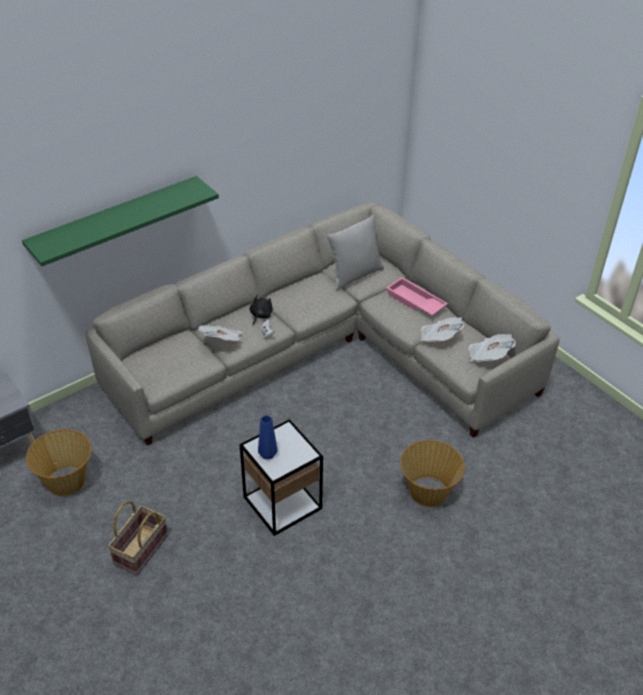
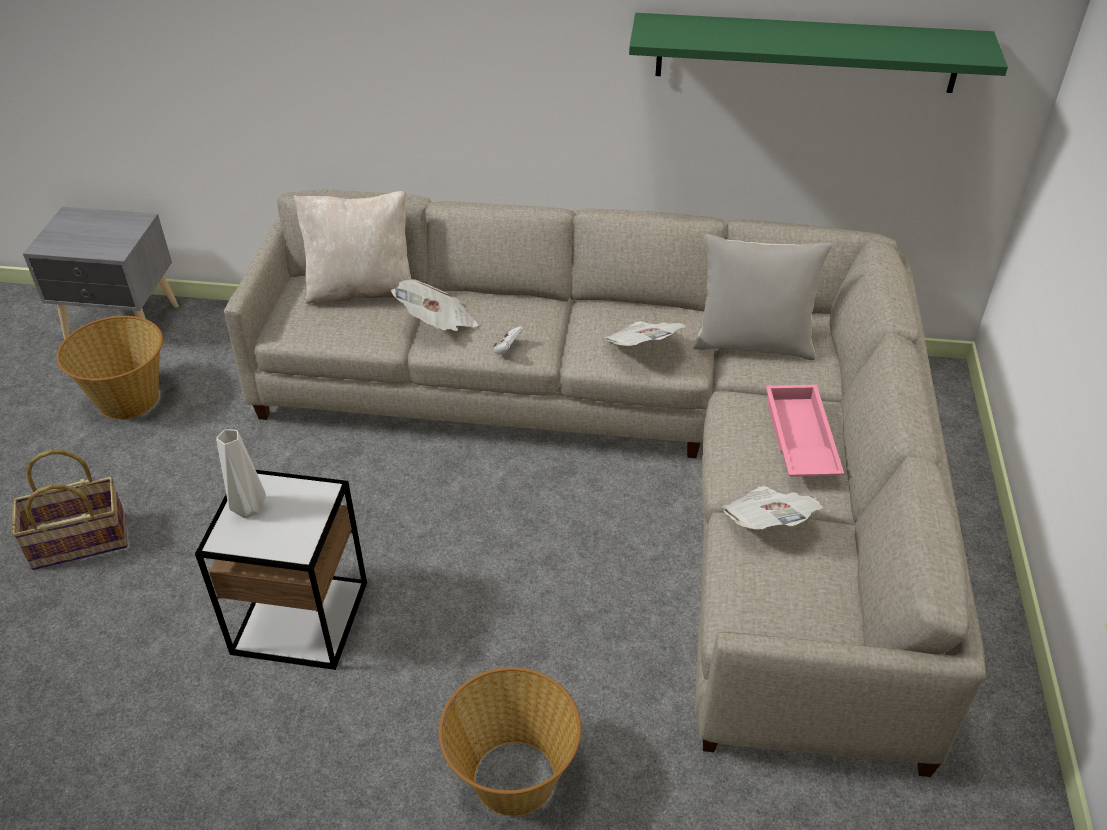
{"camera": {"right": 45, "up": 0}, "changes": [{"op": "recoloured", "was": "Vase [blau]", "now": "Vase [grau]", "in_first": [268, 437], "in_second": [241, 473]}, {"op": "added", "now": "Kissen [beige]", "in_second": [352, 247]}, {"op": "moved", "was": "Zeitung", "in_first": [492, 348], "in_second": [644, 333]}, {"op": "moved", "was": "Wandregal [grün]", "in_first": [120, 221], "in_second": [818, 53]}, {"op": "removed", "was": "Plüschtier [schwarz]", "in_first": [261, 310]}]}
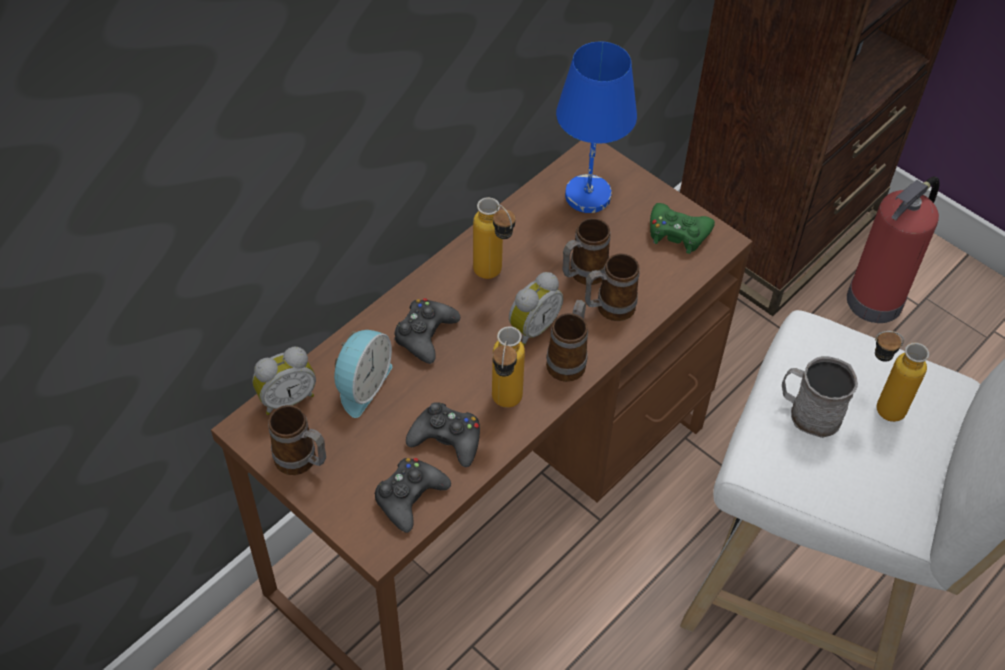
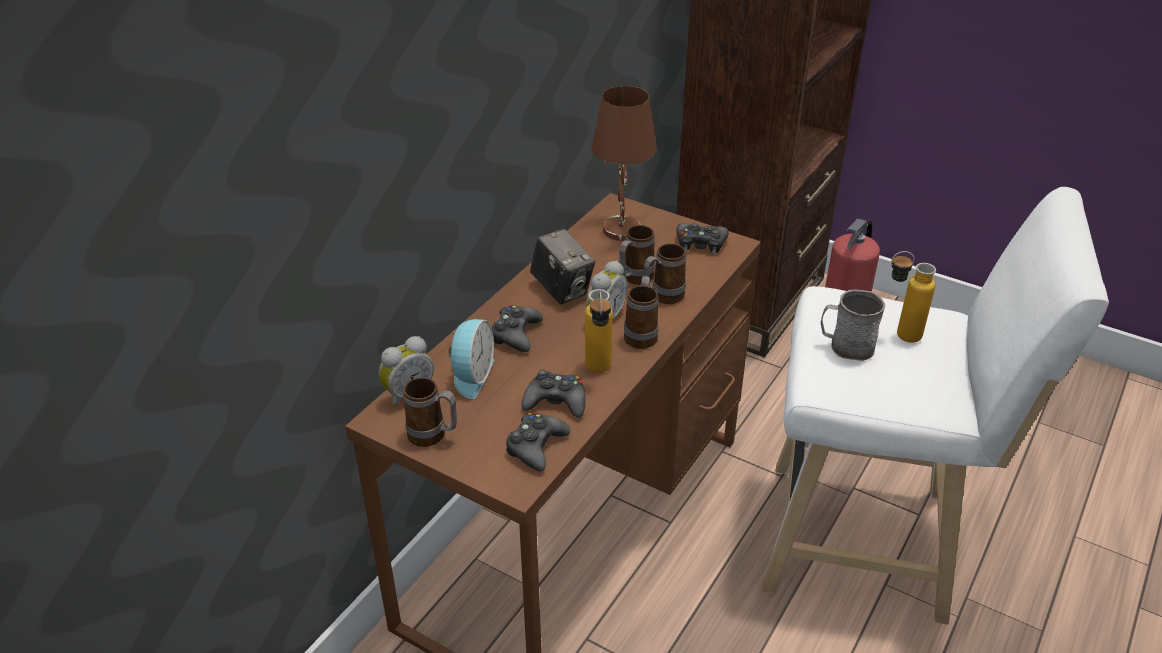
{"camera": {"right": -10, "up": -15}, "changes": [{"op": "replaced", "was": "Flasche", "now": "Kamera", "in_first": [494, 238], "in_second": [562, 266]}, {"op": "recoloured", "was": "Tischlampe [blau]", "now": "Tischlampe [braun]", "in_first": [596, 127], "in_second": [624, 163]}, {"op": "recoloured", "was": "Gamepad [grün]", "now": "Gamepad [schwarz]", "in_first": [682, 228], "in_second": [702, 238]}]}
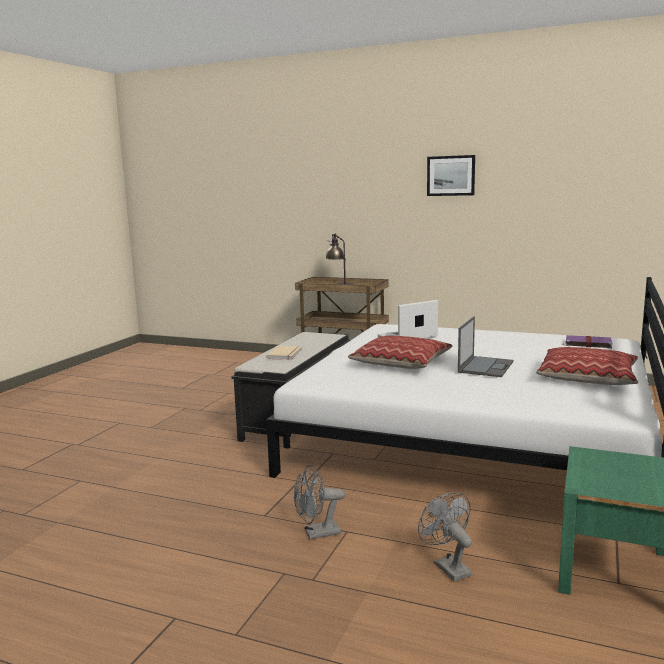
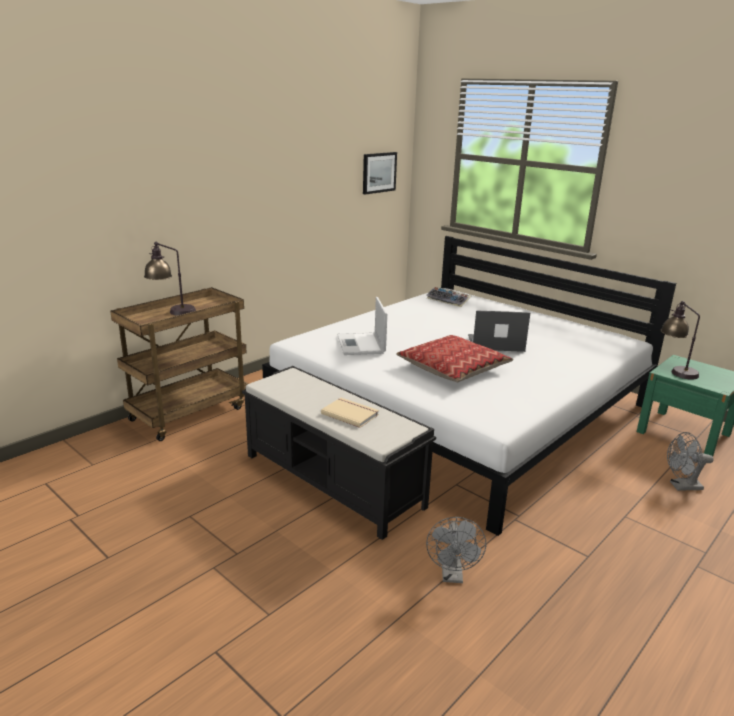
{"camera": {"right": -70, "up": 10}, "changes": [{"op": "moved", "was": "Bild", "in_first": [451, 175], "in_second": [380, 173]}, {"op": "replaced", "was": "Buch [lila]", "now": "Tastatur", "in_first": [587, 342], "in_second": [448, 297]}, {"op": "moved", "was": "Ventilator [grau]", "in_first": [319, 502], "in_second": [456, 550]}, {"op": "turned", "was": "Laptop", "in_first": [486, 346], "in_second": [499, 331], "clockwise": -45}, {"op": "added", "now": "Tischlampe", "in_second": [680, 340]}, {"op": "removed", "was": "Kissen", "in_first": [587, 366]}]}
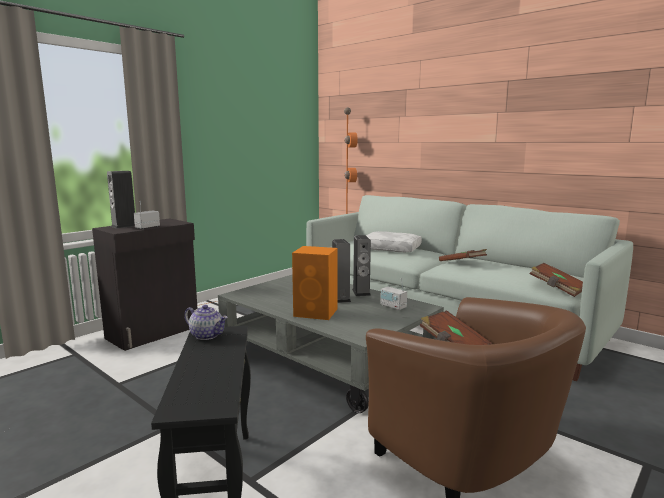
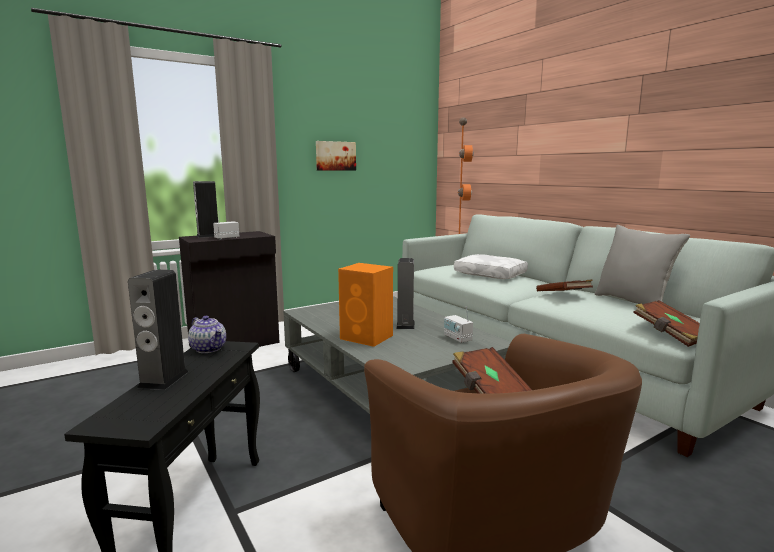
{"camera": {"right": 15, "up": 0}, "changes": [{"op": "moved", "was": "Lautsprecher", "in_first": [361, 265], "in_second": [158, 330]}, {"op": "added", "now": "Bild", "in_second": [336, 155]}, {"op": "added", "now": "Kissen [grau]", "in_second": [642, 264]}]}
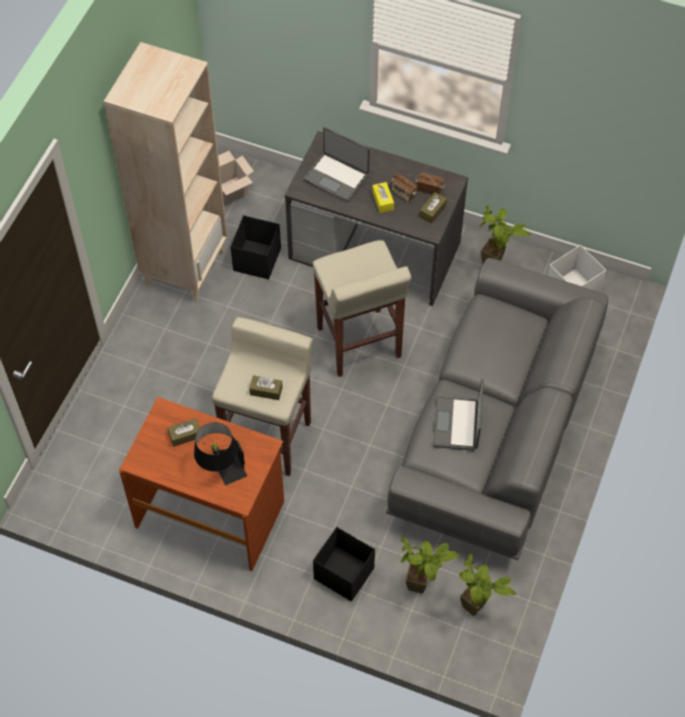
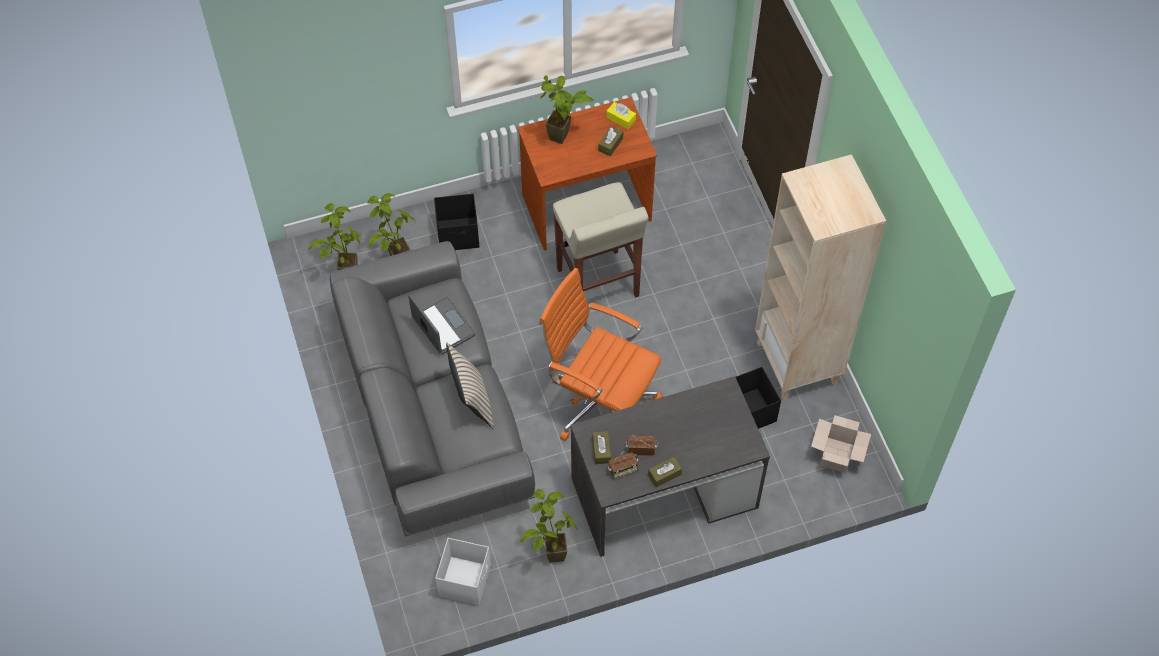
{"camera": {"right": 140, "up": 0}, "changes": [{"op": "added", "now": "Kissen [beige]", "in_second": [470, 385]}, {"op": "replaced", "was": "Hocker [beige]", "now": "Bürostuhl [orange]", "in_first": [362, 308], "in_second": [601, 354]}, {"op": "replaced", "was": "Tischlampe [schwarz]", "now": "Topfpflanze", "in_first": [220, 453], "in_second": [566, 109]}, {"op": "moved", "was": "Taschentuchbox [gelb]", "in_first": [383, 197], "in_second": [621, 115]}, {"op": "moved", "was": "Taschentuchbox [braun]", "in_first": [266, 387], "in_second": [665, 472]}, {"op": "removed", "was": "Laptop", "in_first": [336, 164]}]}
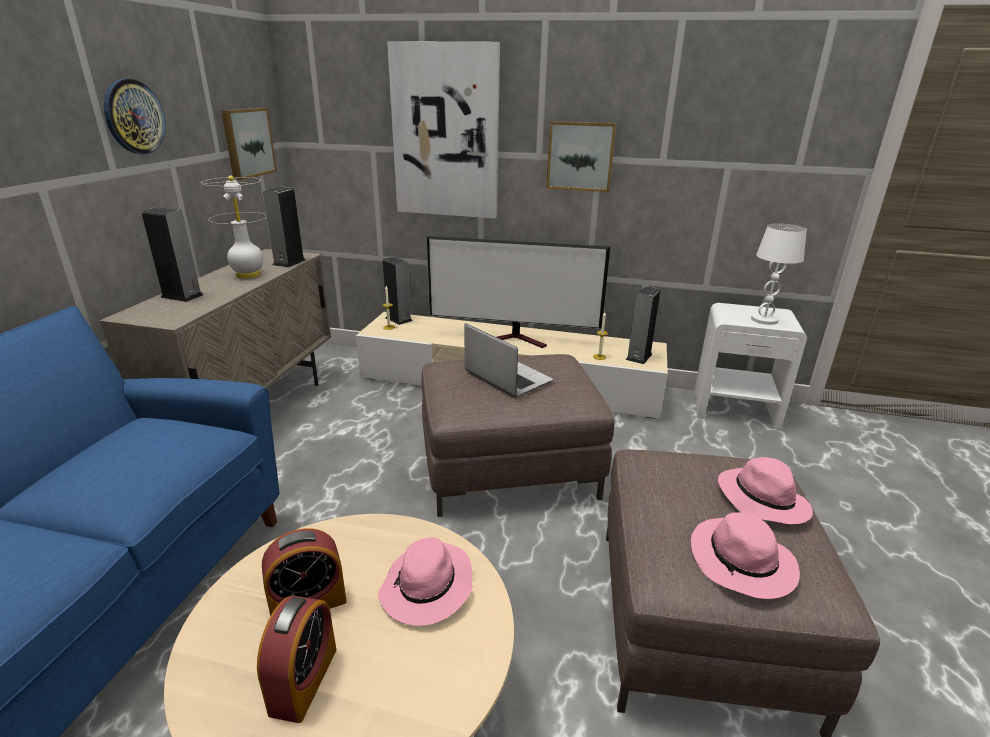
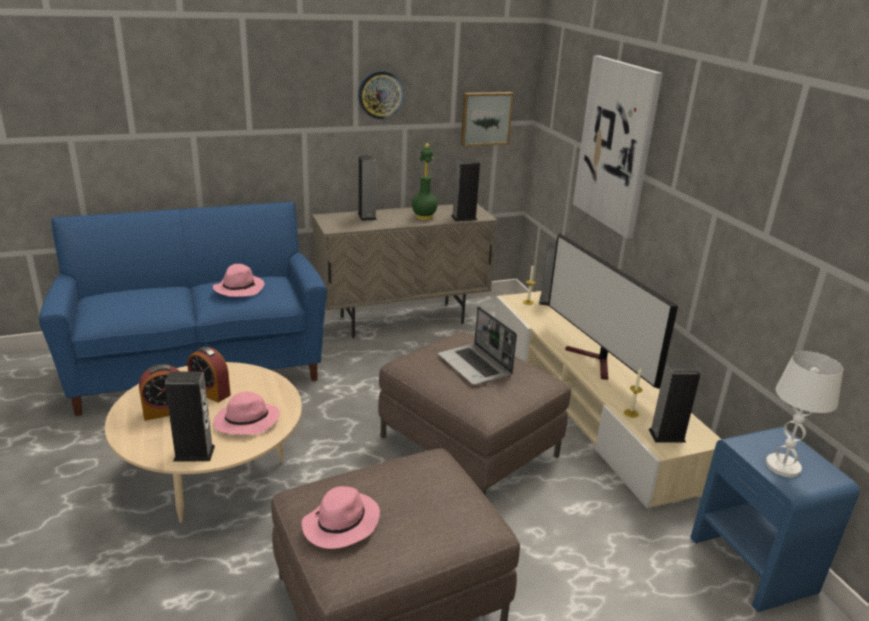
{"camera": {"right": 55, "up": 0}, "changes": [{"op": "added", "now": "Lautsprecher", "in_second": [190, 416]}, {"op": "moved", "was": "Hut [rosa]", "in_first": [765, 490], "in_second": [239, 280]}, {"op": "recoloured", "was": "Tischlampe [weiß]", "now": "Tischlampe [grün]", "in_first": [234, 226], "in_second": [426, 181]}, {"op": "turned", "was": "Laptop", "in_first": [509, 360], "in_second": [477, 345], "clockwise": 135}, {"op": "recoloured", "was": "Nachttisch [weiß]", "now": "Nachttisch [blau]", "in_first": [750, 366], "in_second": [775, 519]}, {"op": "removed", "was": "Bild", "in_first": [581, 156]}]}
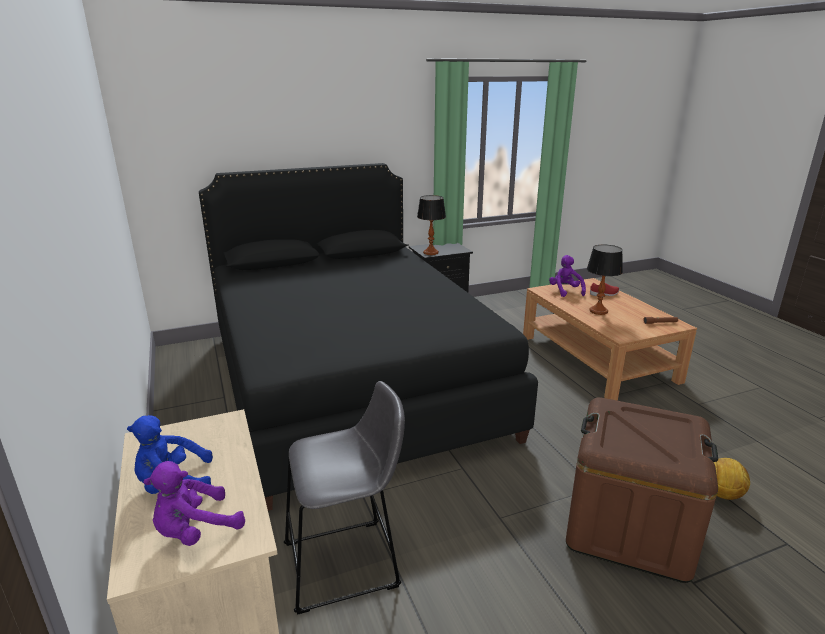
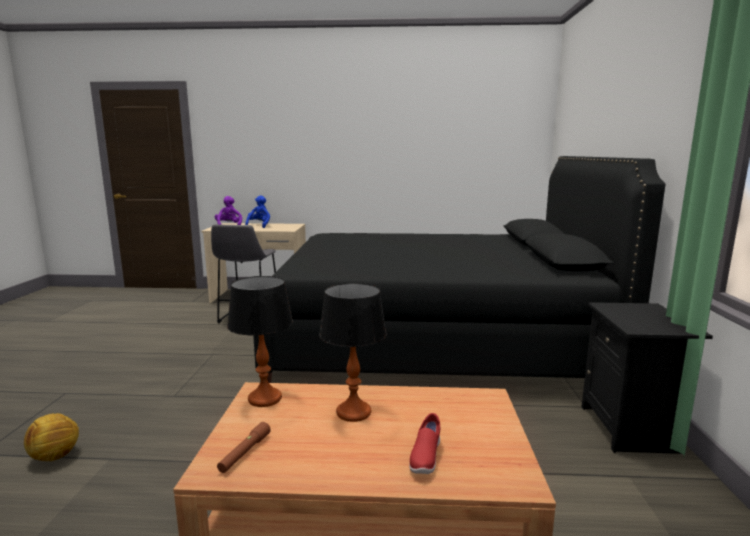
{"camera": {"right": 115, "up": -10}, "changes": [{"op": "moved", "was": "Tischlampe", "in_first": [431, 225], "in_second": [260, 341]}, {"op": "removed", "was": "Plüschtier [lila]", "in_first": [567, 276]}, {"op": "removed", "was": "Aufbewahrungsbox [braun]", "in_first": [642, 490]}]}
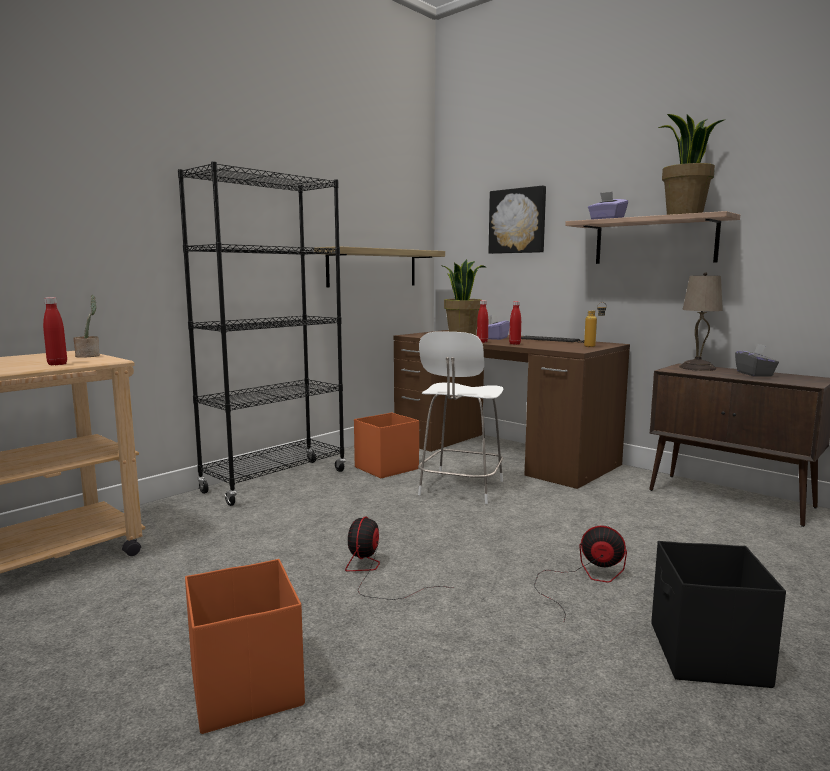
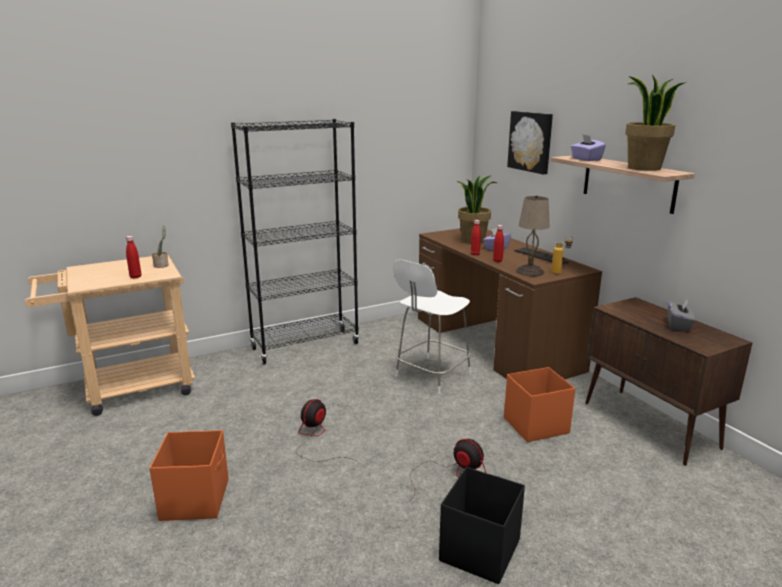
{"camera": {"right": 20, "up": 10}, "changes": [{"op": "moved", "was": "Aufbewahrungsbox [orange]", "in_first": [386, 445], "in_second": [539, 404]}, {"op": "moved", "was": "Tischlampe [beige]", "in_first": [701, 321], "in_second": [533, 235]}, {"op": "removed", "was": "Wandregal", "in_first": [379, 266]}]}
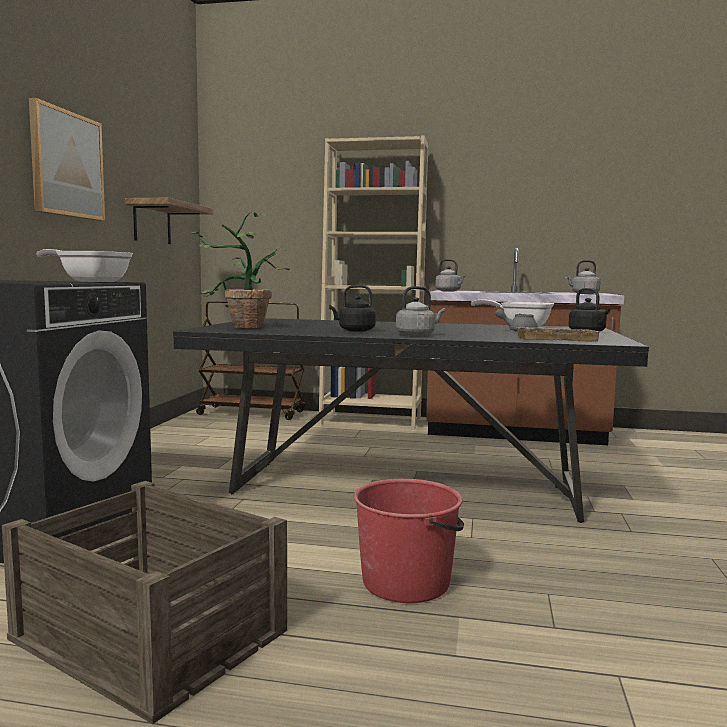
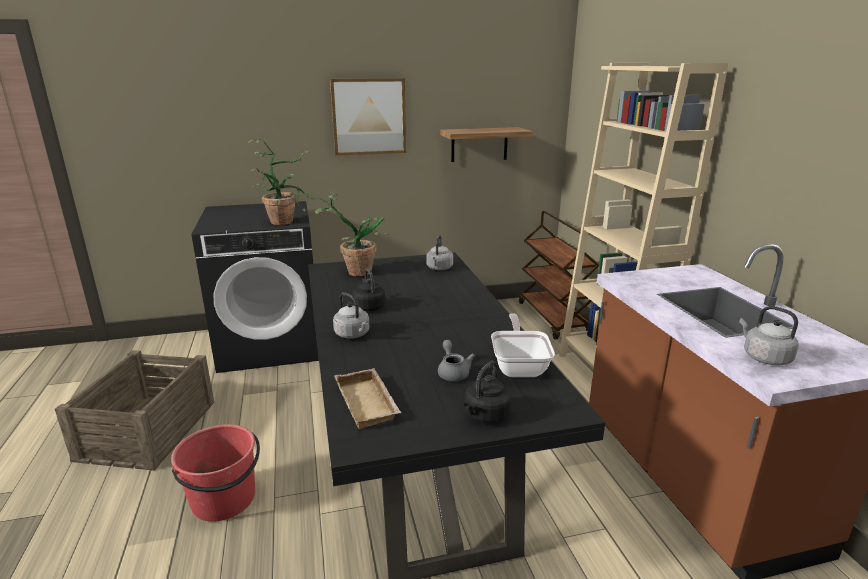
{"camera": {"right": 65, "up": 15}, "changes": [{"op": "replaced", "was": "Pfanne", "now": "Topfpflanze", "in_first": [84, 265], "in_second": [282, 182]}, {"op": "moved", "was": "Wasserkessel [grau]", "in_first": [450, 275], "in_second": [439, 252]}]}
